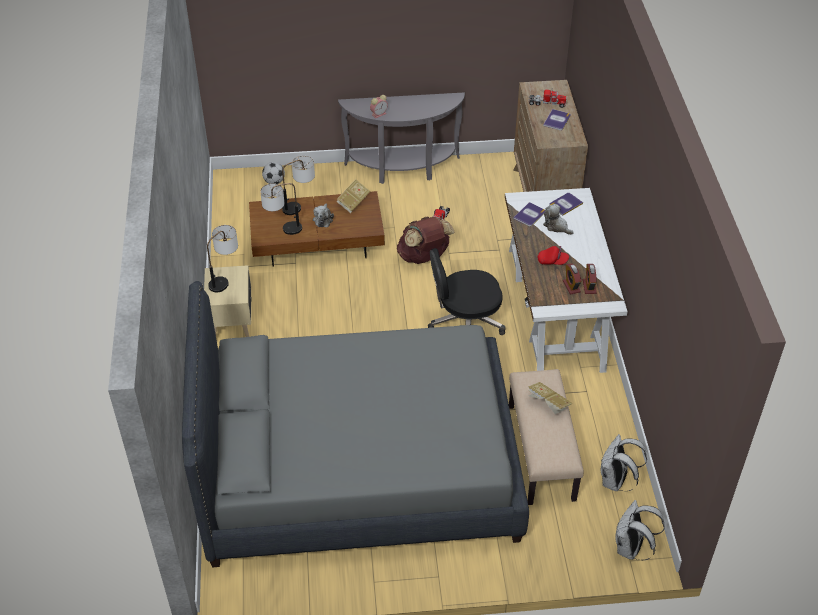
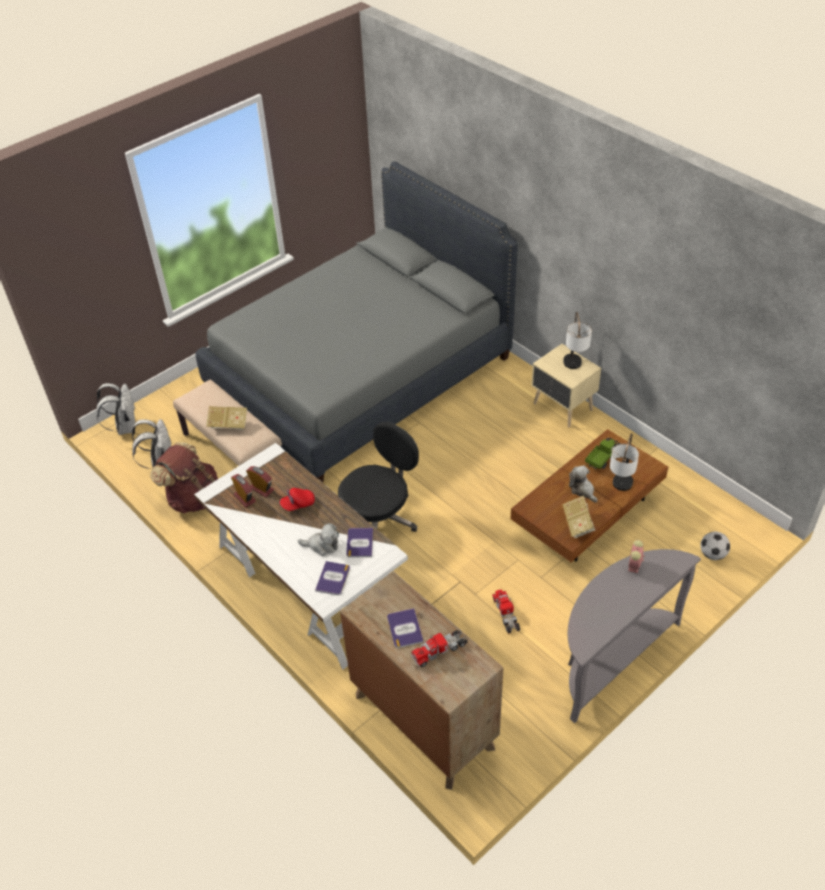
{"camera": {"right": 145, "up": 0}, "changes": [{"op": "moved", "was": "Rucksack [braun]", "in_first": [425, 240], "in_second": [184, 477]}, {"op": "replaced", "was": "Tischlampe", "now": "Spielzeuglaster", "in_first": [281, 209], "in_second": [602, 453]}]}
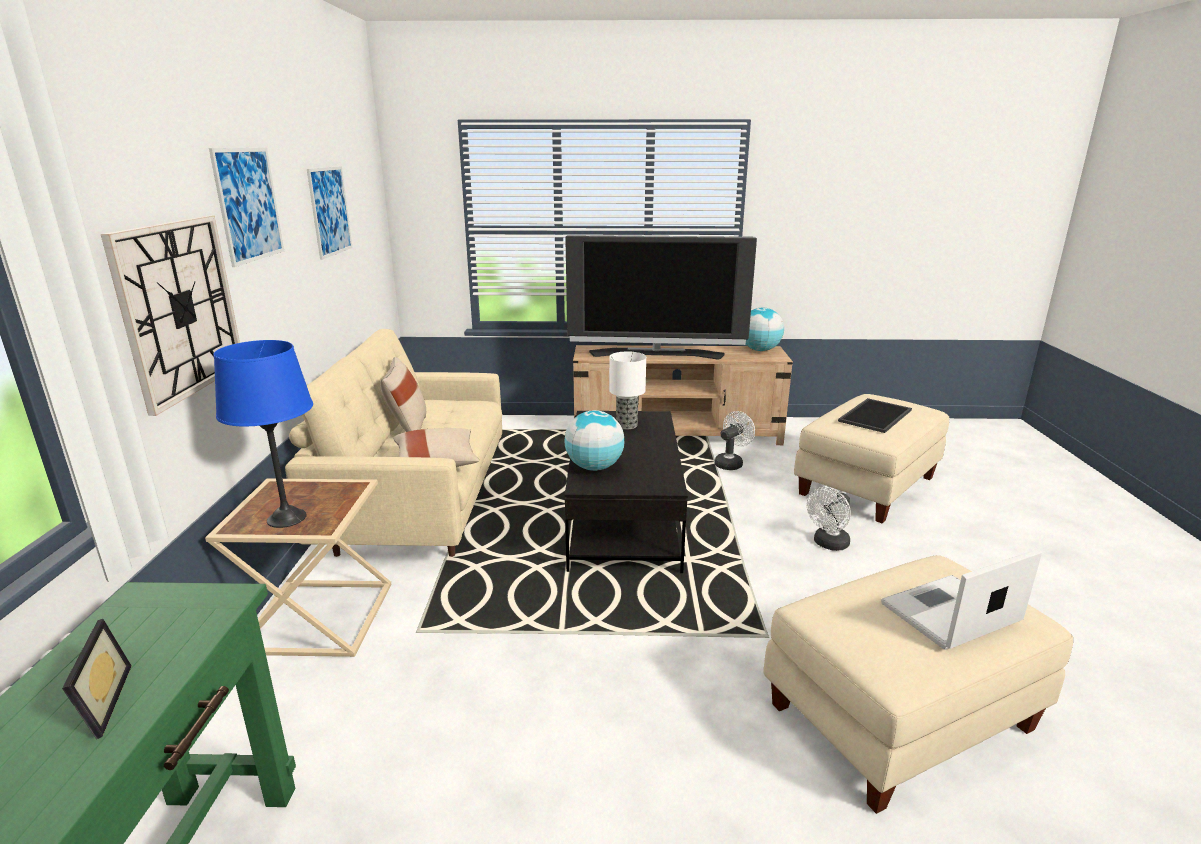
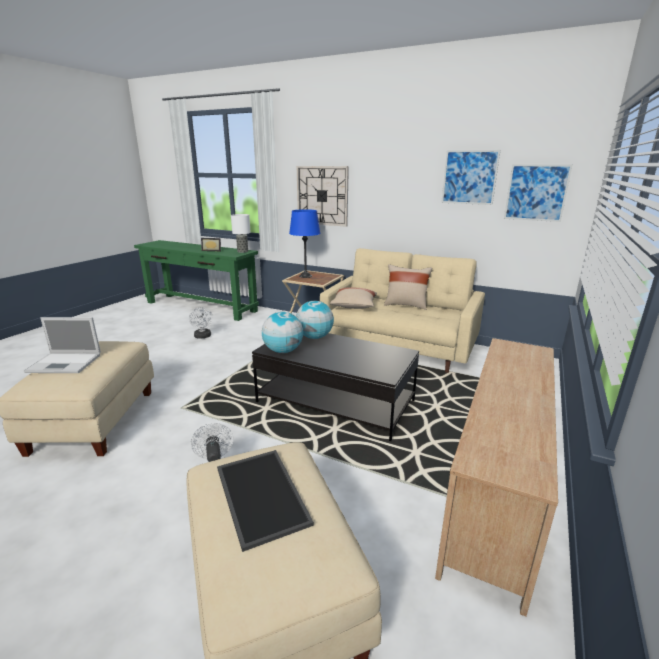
{"camera": {"right": 115, "up": 0}, "changes": [{"op": "turned", "was": "Laptop", "in_first": [961, 599], "in_second": [62, 345], "clockwise": 90}, {"op": "moved", "was": "Ventilator [weiß]", "in_first": [735, 440], "in_second": [201, 323]}, {"op": "moved", "was": "Tischlampe", "in_first": [627, 390], "in_second": [241, 233]}, {"op": "moved", "was": "Globus", "in_first": [765, 329], "in_second": [282, 332]}, {"op": "moved", "was": "Bild", "in_first": [246, 207], "in_second": [538, 193]}, {"op": "removed", "was": "Fernseher", "in_first": [661, 297]}]}
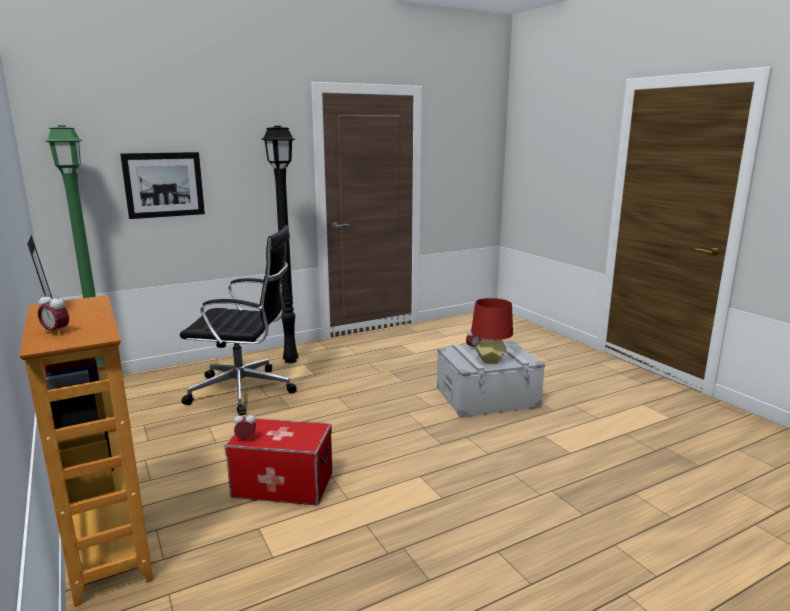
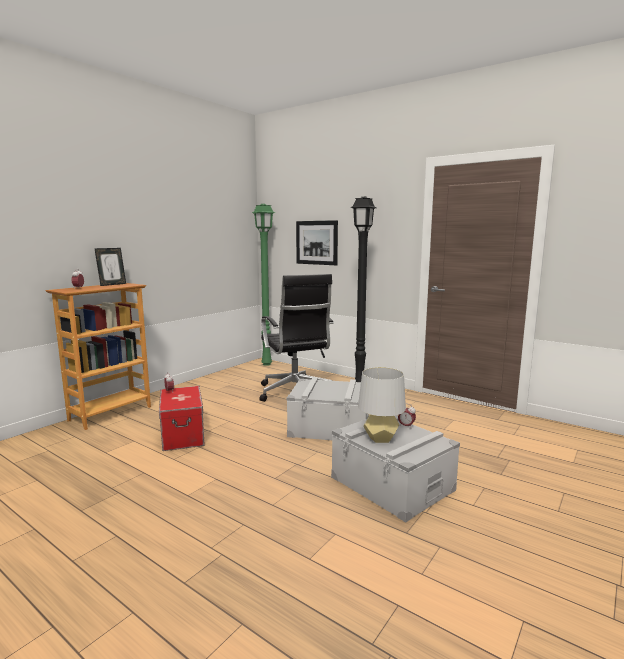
{"camera": {"right": 65, "up": -5}, "changes": [{"op": "added", "now": "Aufbewahrungsbox [grau]", "in_second": [328, 408]}, {"op": "recoloured", "was": "Tischlampe [rot]", "now": "Tischlampe [grau]", "in_first": [492, 331], "in_second": [382, 405]}]}
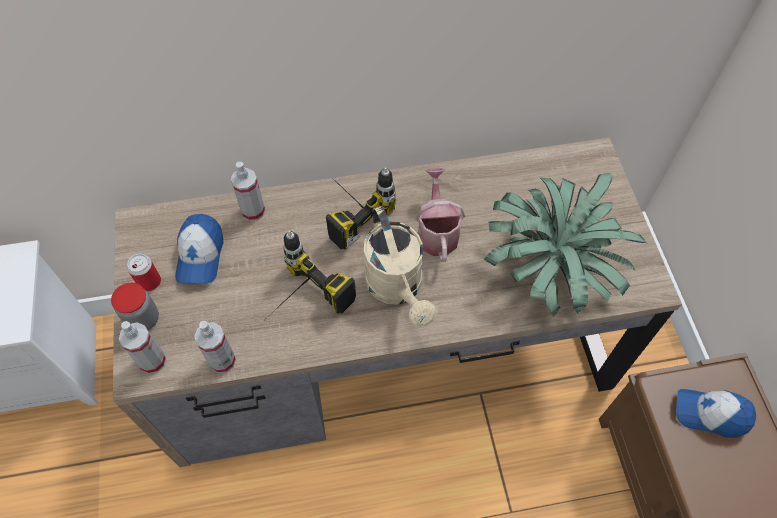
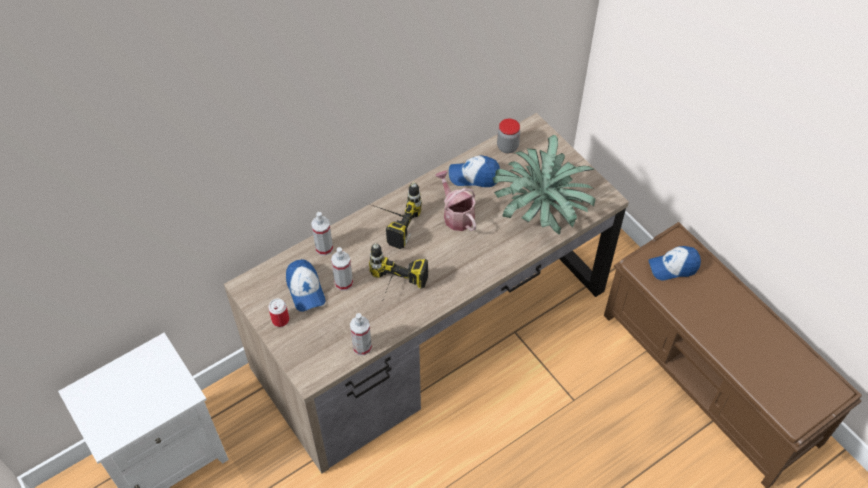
{"camera": {"right": -25, "up": -5}, "changes": [{"op": "moved", "was": "Sprühflasche", "in_first": [142, 347], "in_second": [342, 269]}, {"op": "added", "now": "Kappe", "in_second": [474, 171]}, {"op": "moved", "was": "Vorratsglas", "in_first": [135, 306], "in_second": [508, 136]}, {"op": "removed", "was": "Gießkanne [beige]", "in_first": [400, 266]}]}
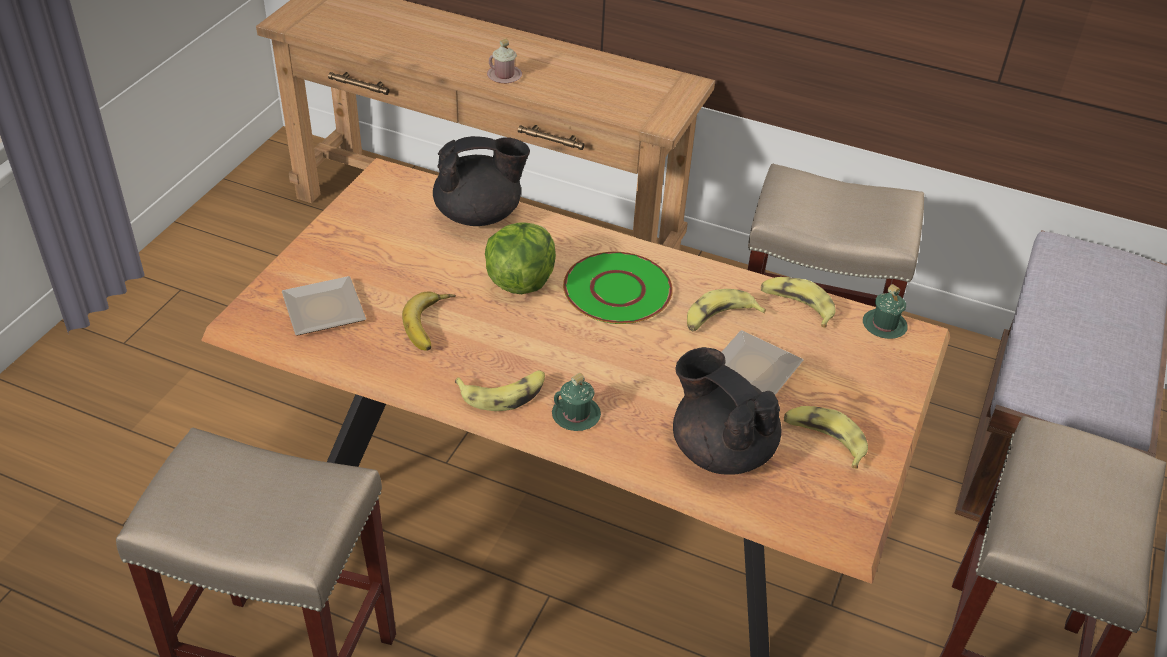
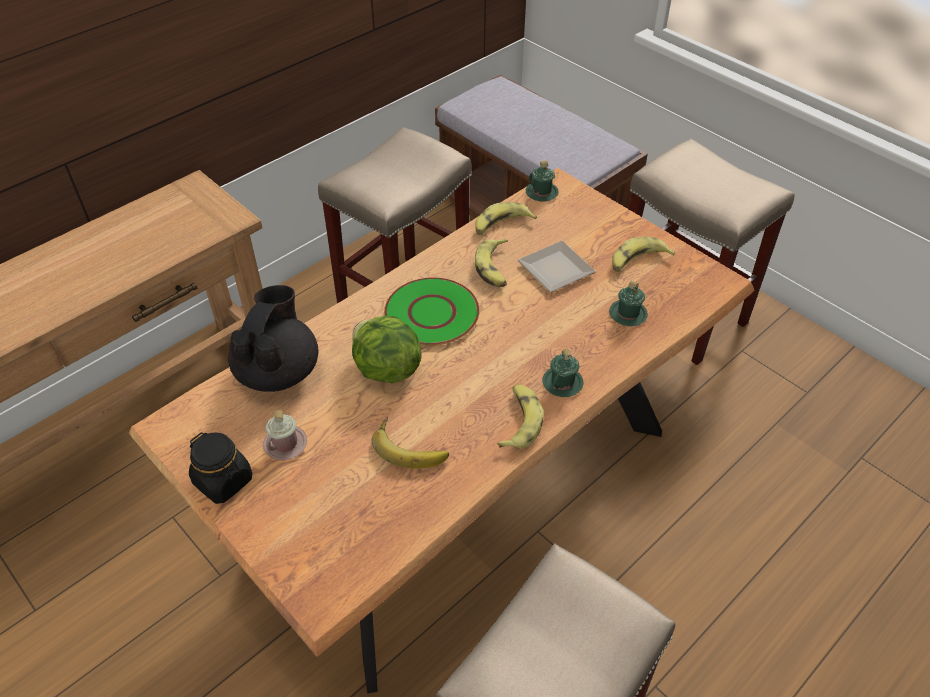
{"camera": {"right": -65, "up": 5}, "changes": [{"op": "added", "now": "Vorratsglas [schwarz]", "in_second": [220, 468]}, {"op": "moved", "was": "Henkelbecher [rosa]", "in_first": [504, 61], "in_second": [285, 435]}, {"op": "replaced", "was": "Teekanne [schwarz]", "now": "Henkelbecher [grün]", "in_first": [727, 411], "in_second": [628, 303]}, {"op": "removed", "was": "Teller", "in_first": [324, 306]}]}
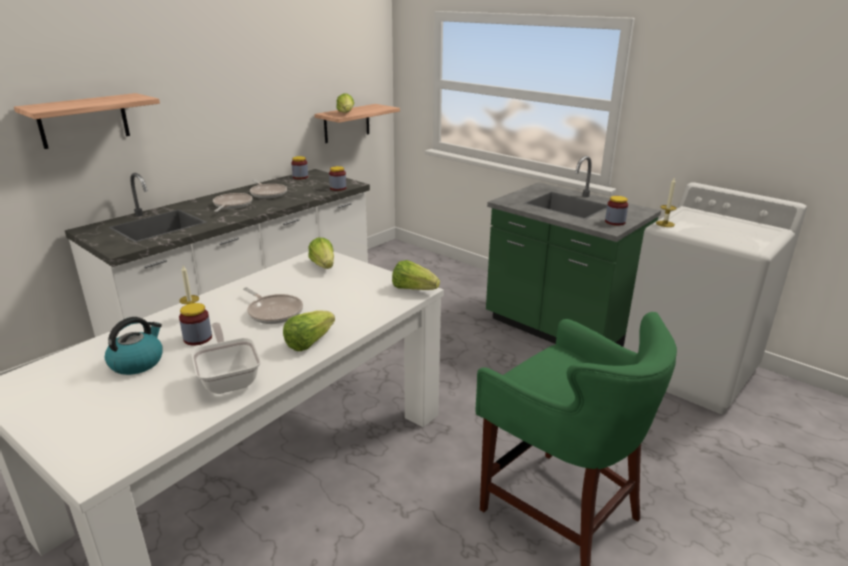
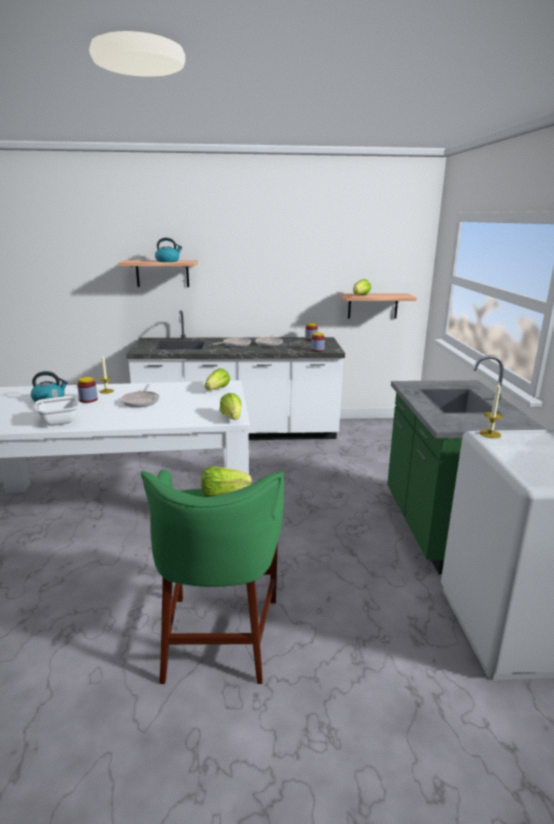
{"camera": {"right": 45, "up": -5}, "changes": [{"op": "turned", "was": "Pfanne", "in_first": [226, 358], "in_second": [56, 407], "clockwise": -45}, {"op": "added", "now": "Wasserkessel", "in_second": [168, 250]}, {"op": "moved", "was": "Salatkopf", "in_first": [309, 330], "in_second": [226, 481]}, {"op": "removed", "was": "Vorratsglas", "in_first": [616, 211]}]}
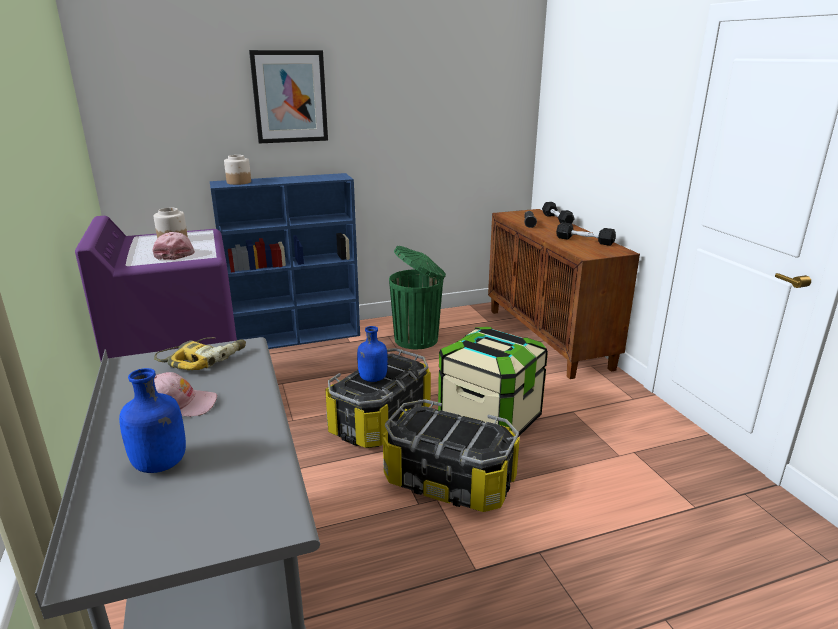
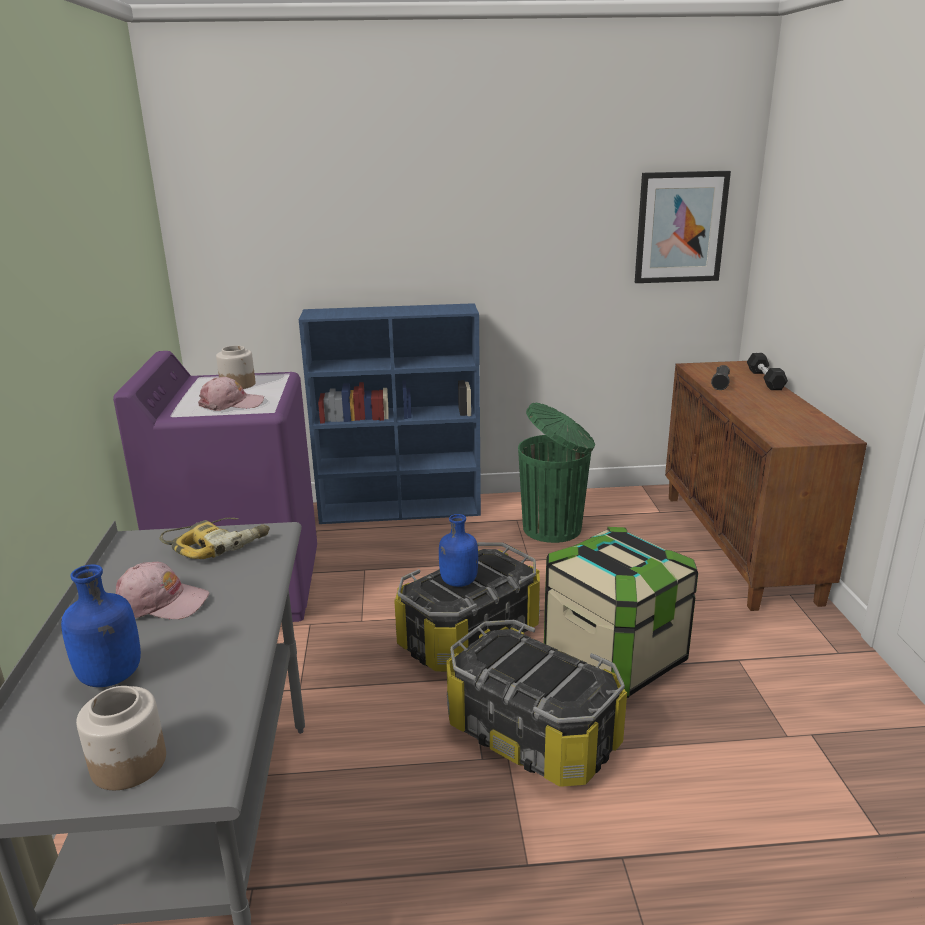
{"camera": {"right": 15, "up": 0}, "changes": [{"op": "moved", "was": "Vorratsglas", "in_first": [237, 170], "in_second": [121, 738]}, {"op": "turned", "was": "Kappe [rosa]", "in_first": [174, 246], "in_second": [231, 394], "clockwise": 75}, {"op": "moved", "was": "Bild", "in_first": [288, 96], "in_second": [683, 227]}, {"op": "removed", "was": "Hantel [schwarz]", "in_first": [586, 234]}]}
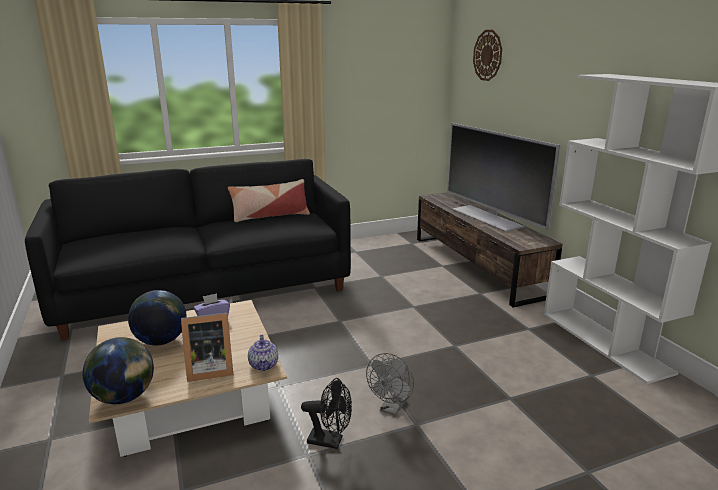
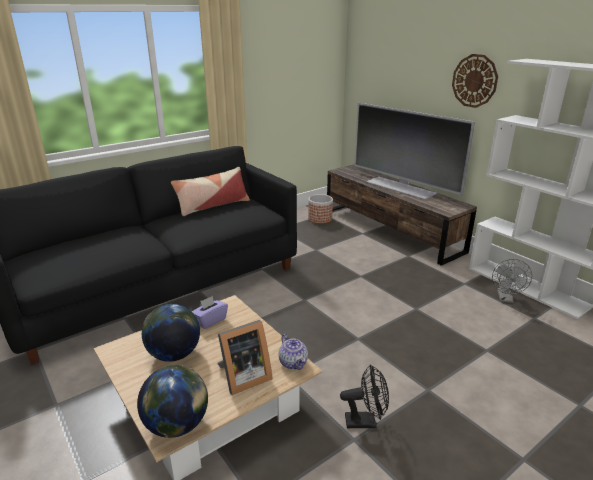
{"camera": {"right": -15, "up": 5}, "changes": [{"op": "added", "now": "Pflanzkübel", "in_second": [320, 209]}, {"op": "moved", "was": "Wanduhr", "in_first": [487, 55], "in_second": [475, 81]}, {"op": "moved", "was": "Ventilator [grau]", "in_first": [390, 384], "in_second": [512, 281]}]}
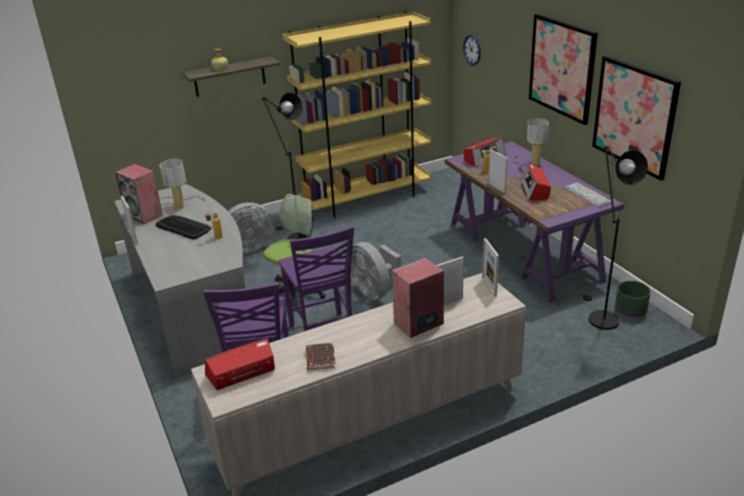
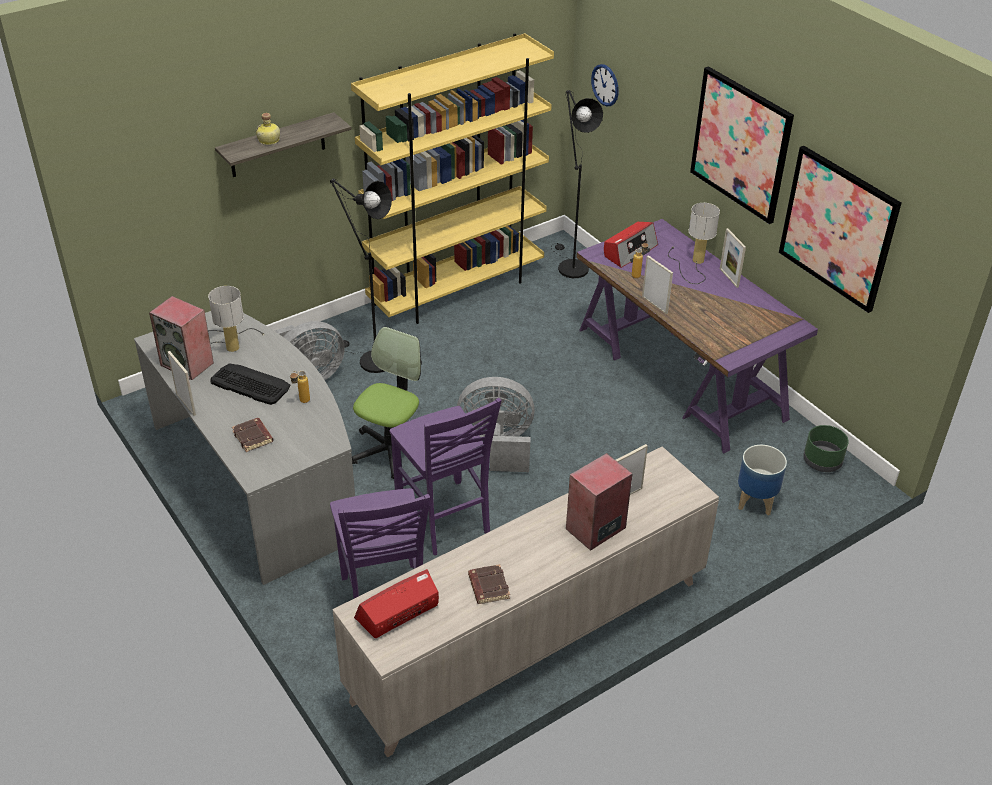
{"camera": {"right": -10, "up": 10}, "changes": [{"op": "added", "now": "Buch [braun]", "in_second": [252, 435]}, {"op": "turned", "was": "Ventilator [grau]", "in_first": [376, 271], "in_second": [496, 424], "clockwise": 135}, {"op": "moved", "was": "Stehlampe [schwarz]", "in_first": [613, 238], "in_second": [577, 184]}, {"op": "moved", "was": "Bilderrahmen", "in_first": [490, 267], "in_second": [733, 258]}, {"op": "added", "now": "Pflanzkübel", "in_second": [762, 480]}, {"op": "removed", "was": "Radio", "in_first": [535, 182]}, {"op": "removed", "was": "Tastatur", "in_first": [587, 195]}]}
